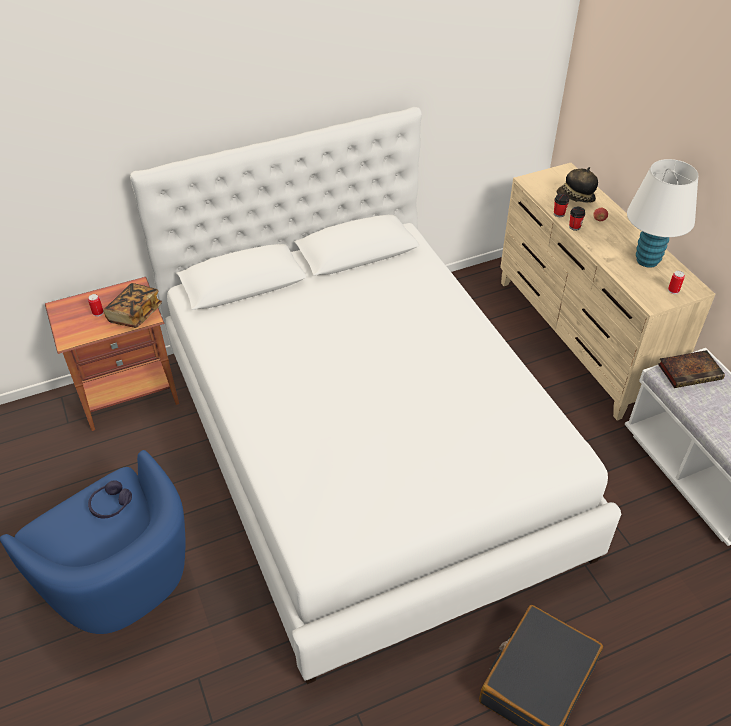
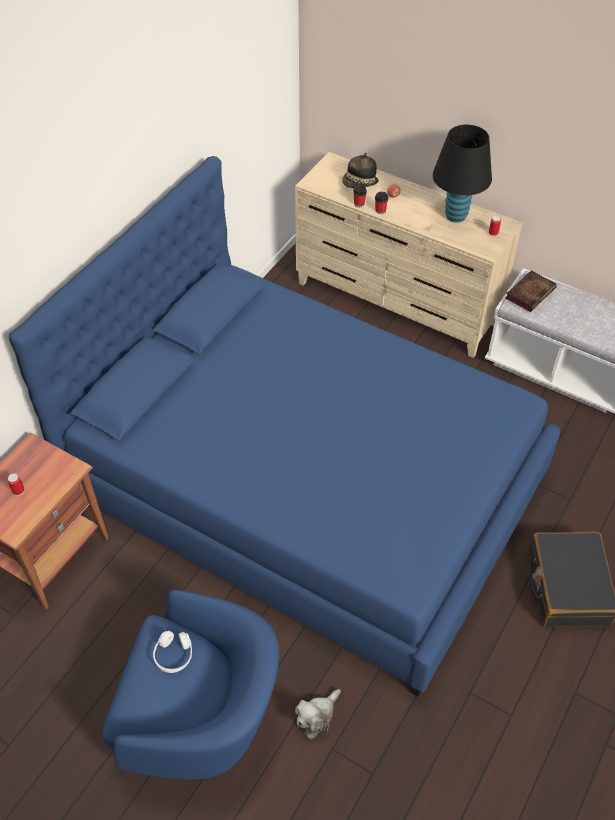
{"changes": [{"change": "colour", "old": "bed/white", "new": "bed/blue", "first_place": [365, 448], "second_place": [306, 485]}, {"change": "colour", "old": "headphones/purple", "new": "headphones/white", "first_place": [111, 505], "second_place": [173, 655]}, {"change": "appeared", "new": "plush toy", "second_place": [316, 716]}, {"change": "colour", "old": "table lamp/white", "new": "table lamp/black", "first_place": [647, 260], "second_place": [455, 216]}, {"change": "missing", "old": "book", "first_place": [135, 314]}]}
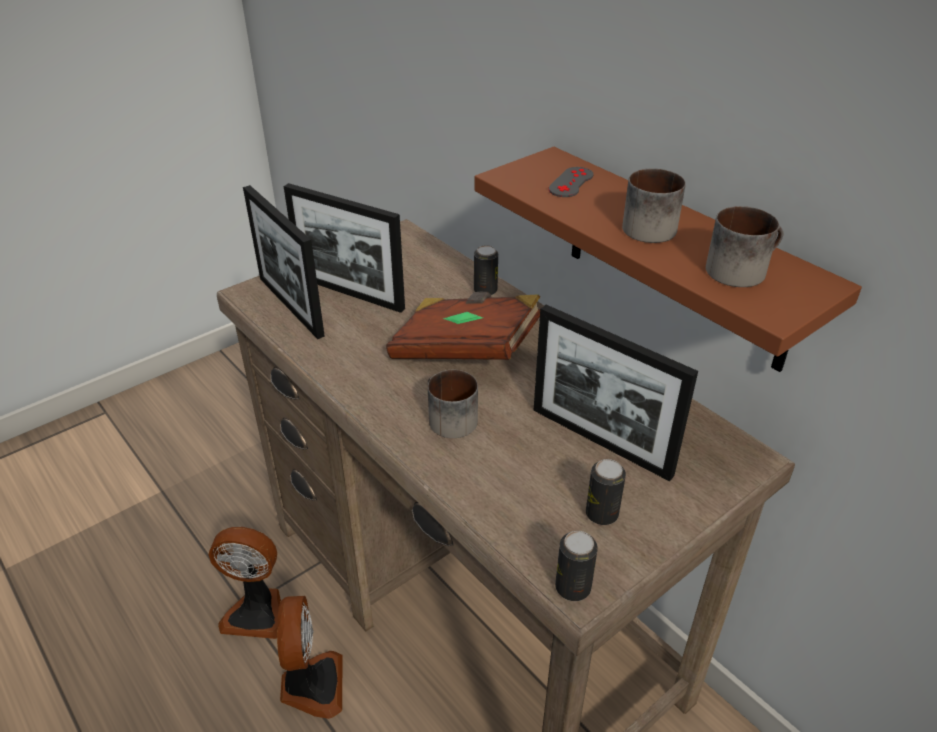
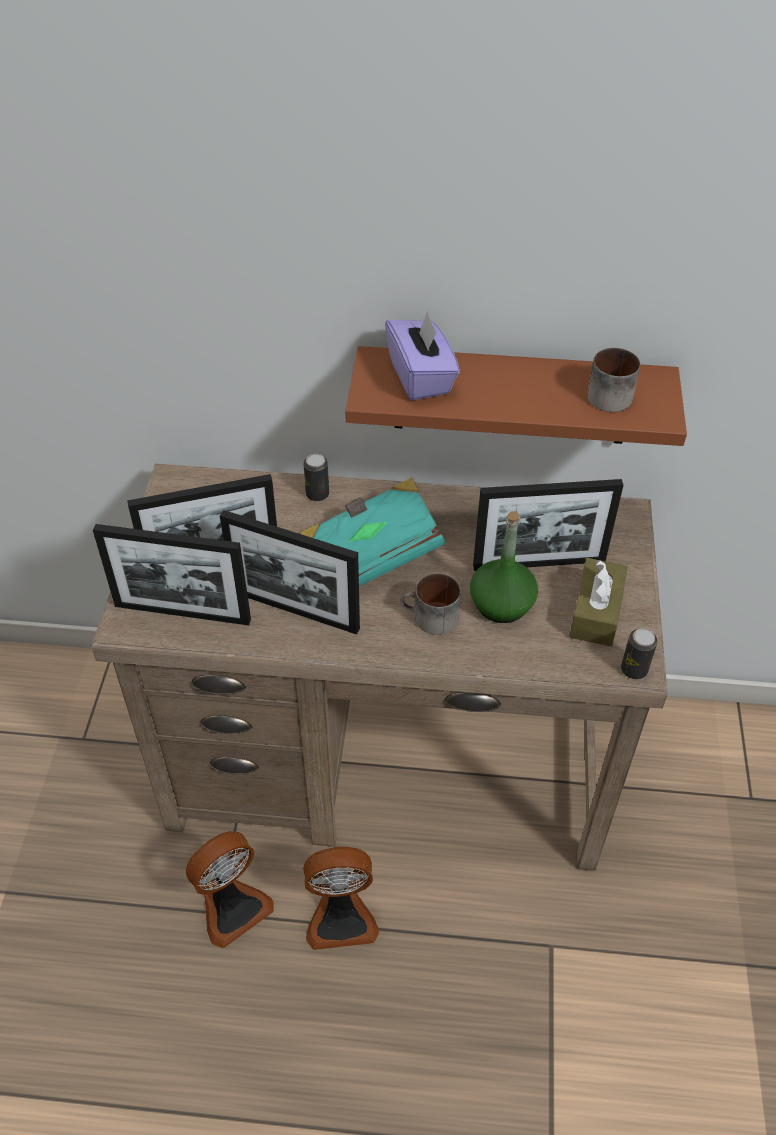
{"changes": [{"change": "appeared", "new": "picture frame", "second_place": [295, 610]}, {"change": "colour", "old": "book/brown", "new": "book/turquoise", "first_place": [465, 350], "second_place": [371, 556]}, {"change": "spun", "old": "fan", "first_place": [311, 685], "second_place": [341, 917], "degrees": 135}, {"change": "exchanged", "old": "game controller/grey", "new": "tissue box/purple", "first_place": [571, 182], "second_place": [421, 377]}, {"change": "appeared", "new": "bottle/green", "second_place": [501, 604]}, {"change": "exchanged", "old": "can", "new": "tissue box/brown", "first_place": [601, 514], "second_place": [596, 612]}, {"change": "missing", "old": "mug", "first_place": [651, 226]}]}
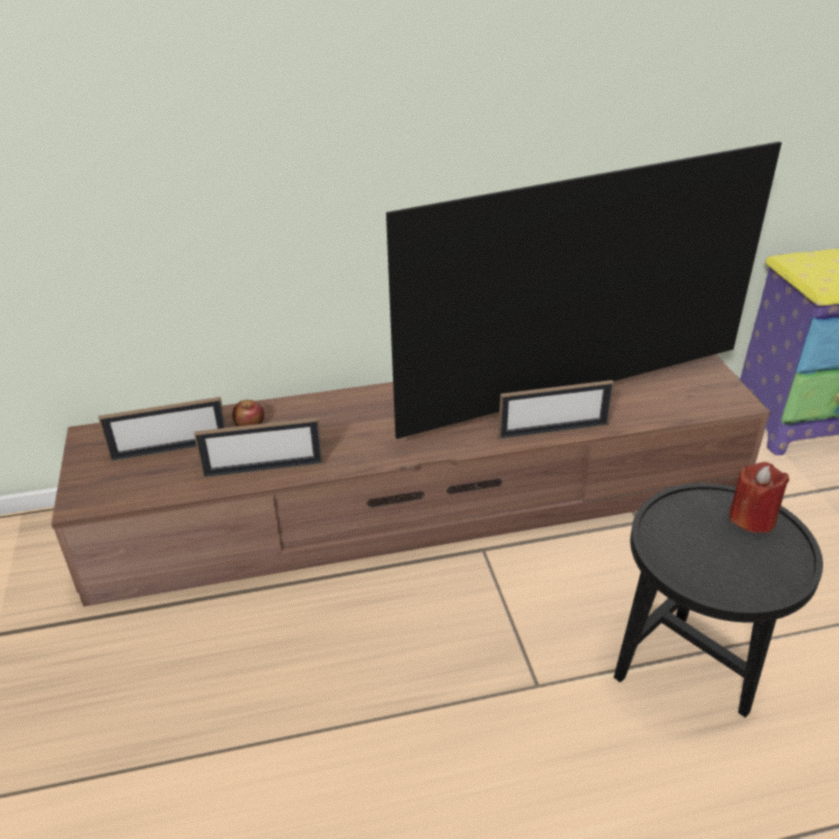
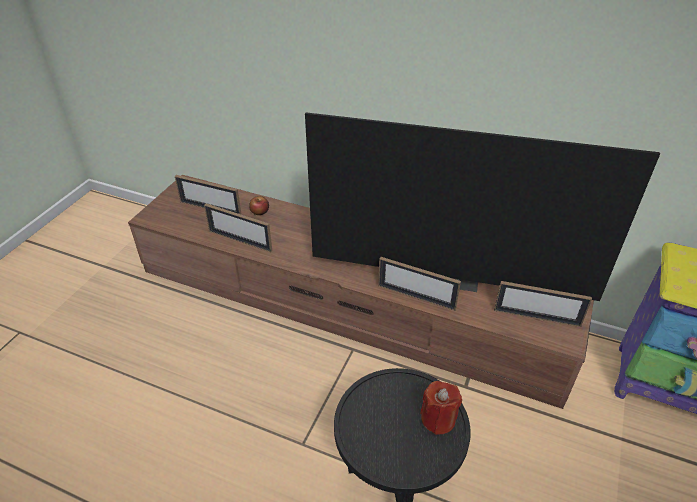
{"changes": [{"change": "appeared", "new": "picture frame", "second_place": [536, 317]}]}
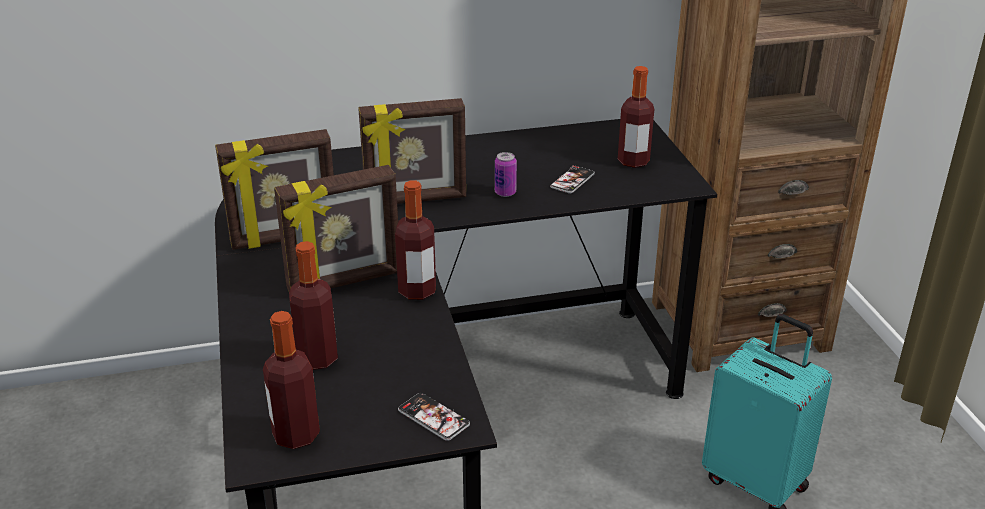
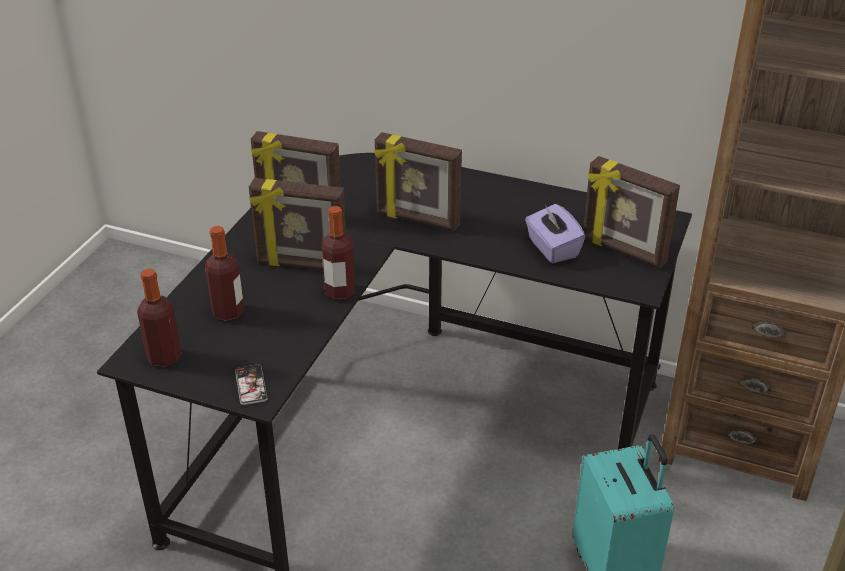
{"changes": [{"change": "exchanged", "old": "phone", "new": "tissue box/purple", "first_place": [572, 180], "second_place": [552, 248]}, {"change": "exchanged", "old": "bottle", "new": "picture frame", "first_place": [633, 161], "second_place": [623, 250]}, {"change": "missing", "old": "can", "first_place": [505, 193]}]}
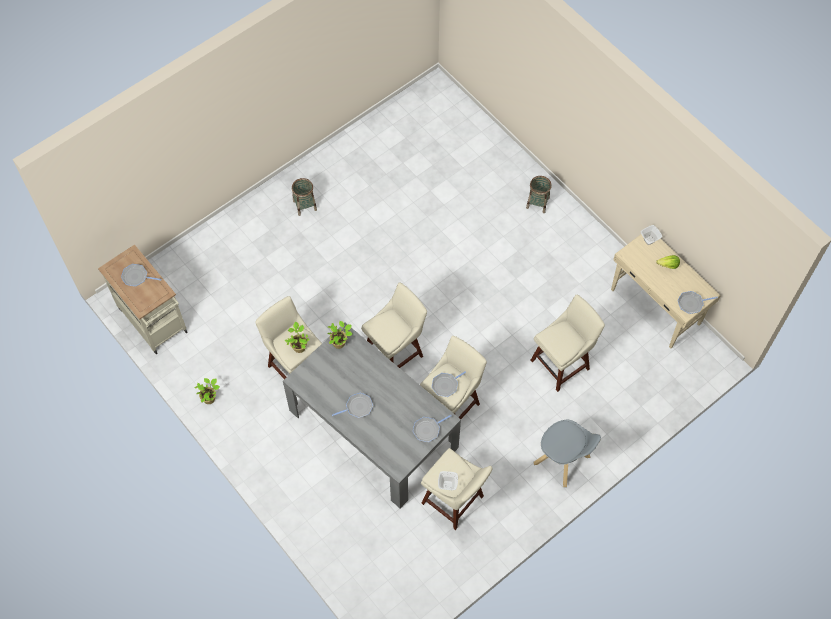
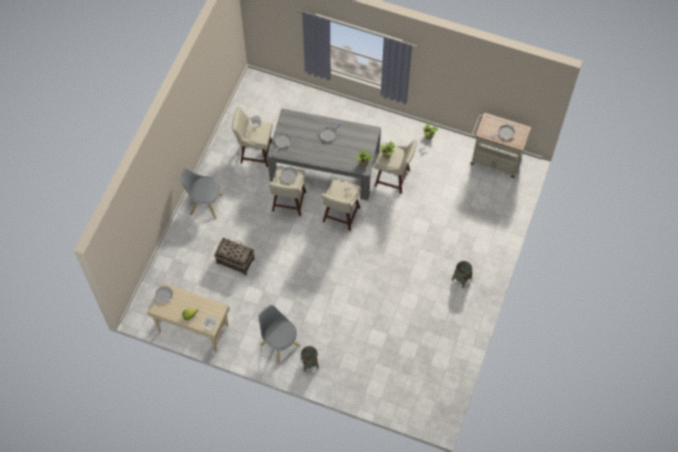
{"changes": [{"change": "exchanged", "old": "stool/beige", "new": "basket", "first_place": [562, 363], "second_place": [235, 261]}, {"change": "appeared", "new": "chair/grey", "second_place": [279, 344]}]}
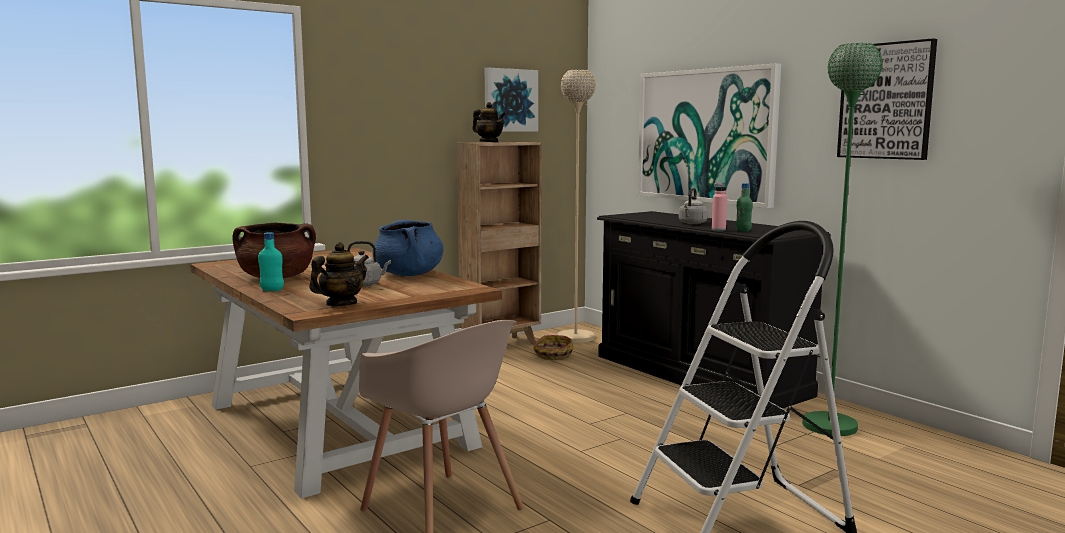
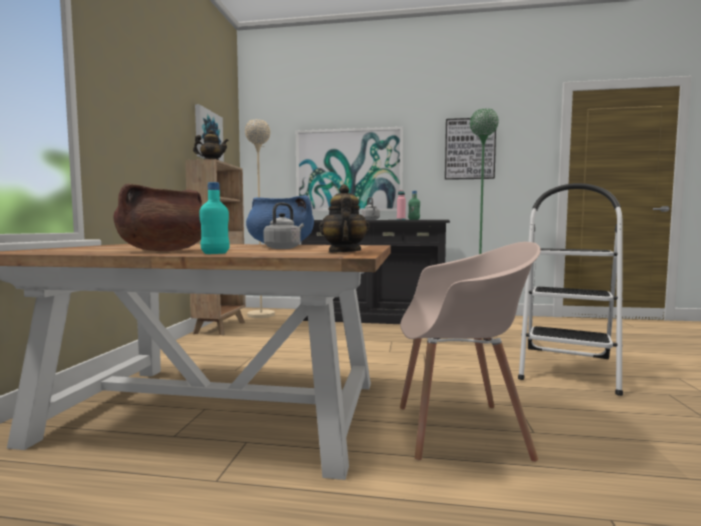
{"changes": [{"change": "missing", "old": "basket", "first_place": [553, 355]}]}
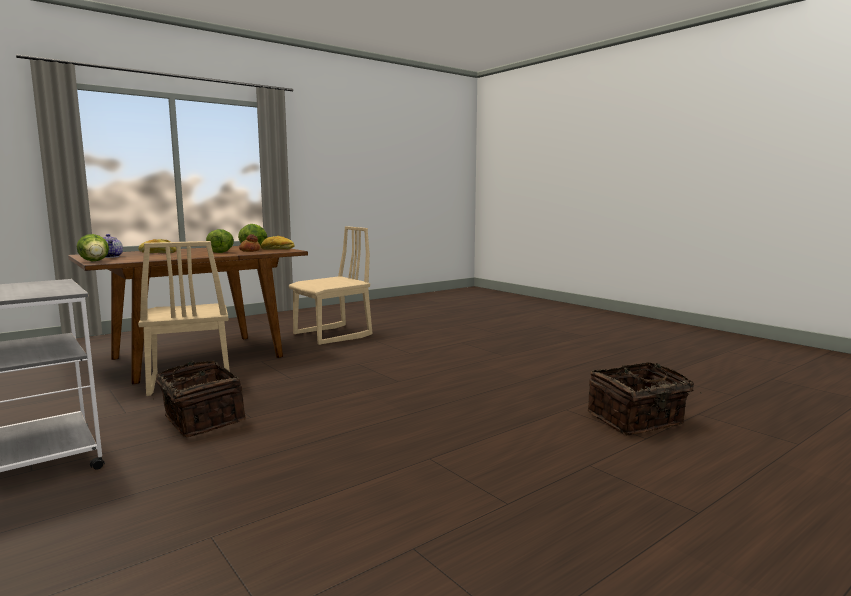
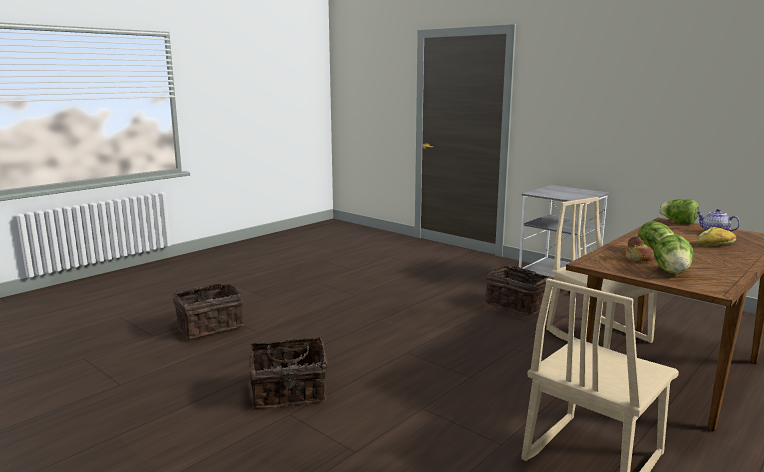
{"changes": [{"change": "appeared", "new": "basket", "second_place": [289, 393]}, {"change": "missing", "old": "bread", "first_place": [277, 249]}]}
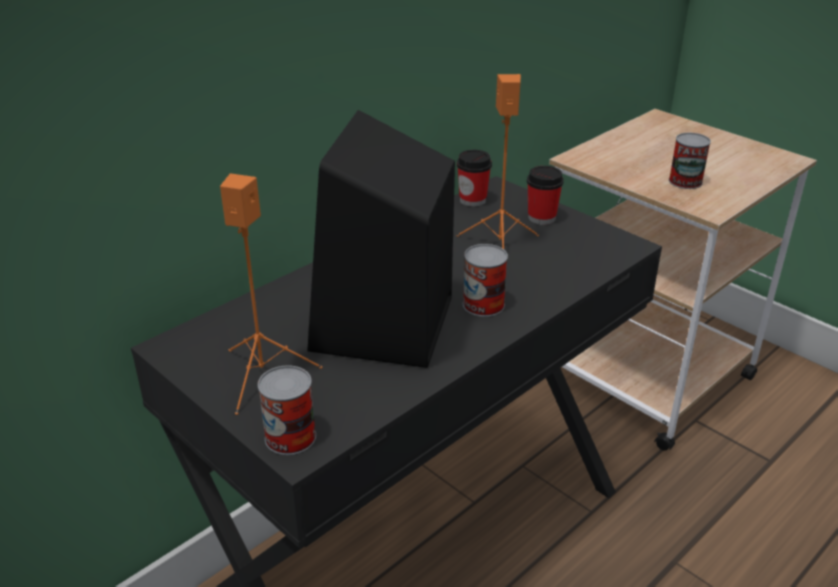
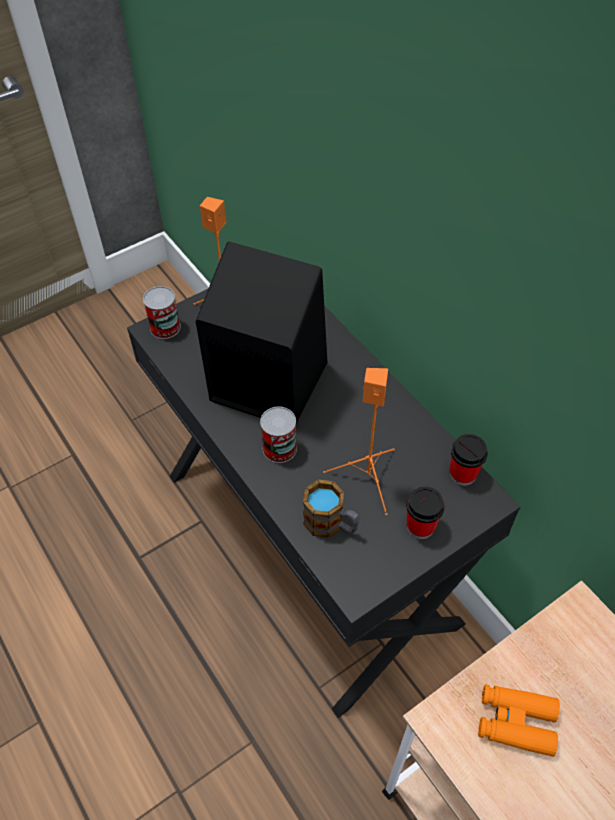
{"changes": [{"change": "appeared", "new": "mug", "second_place": [331, 524]}, {"change": "exchanged", "old": "can", "new": "binoculars/orange", "first_place": [685, 181], "second_place": [515, 721]}]}
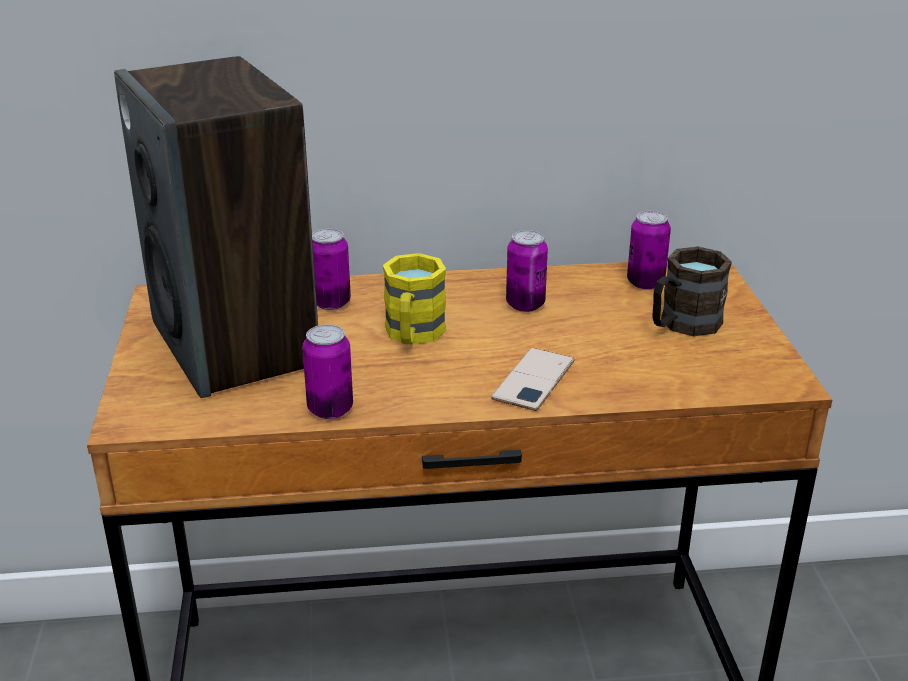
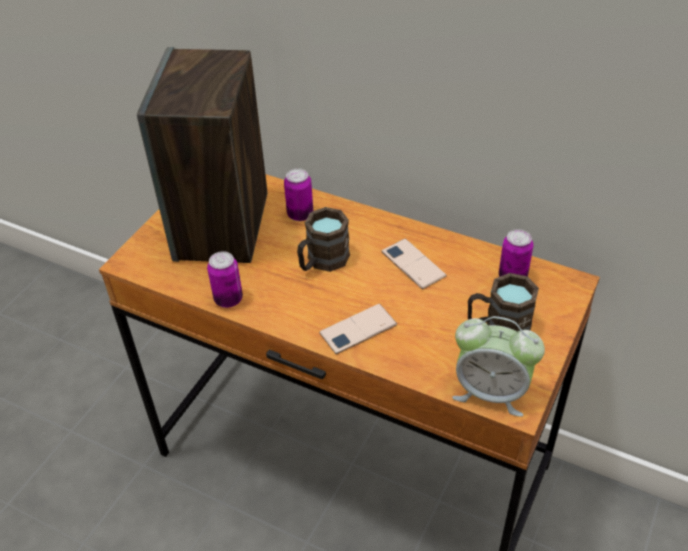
{"changes": [{"change": "colour", "old": "mug/yellow", "new": "mug/brown", "first_place": [413, 335], "second_place": [322, 261]}, {"change": "exchanged", "old": "can", "new": "phone", "first_place": [525, 304], "second_place": [413, 264]}, {"change": "appeared", "new": "alarm clock", "second_place": [491, 392]}]}
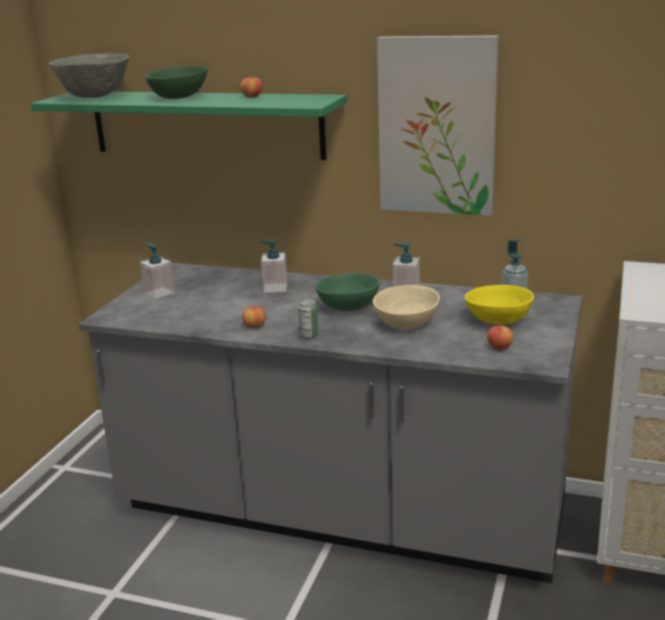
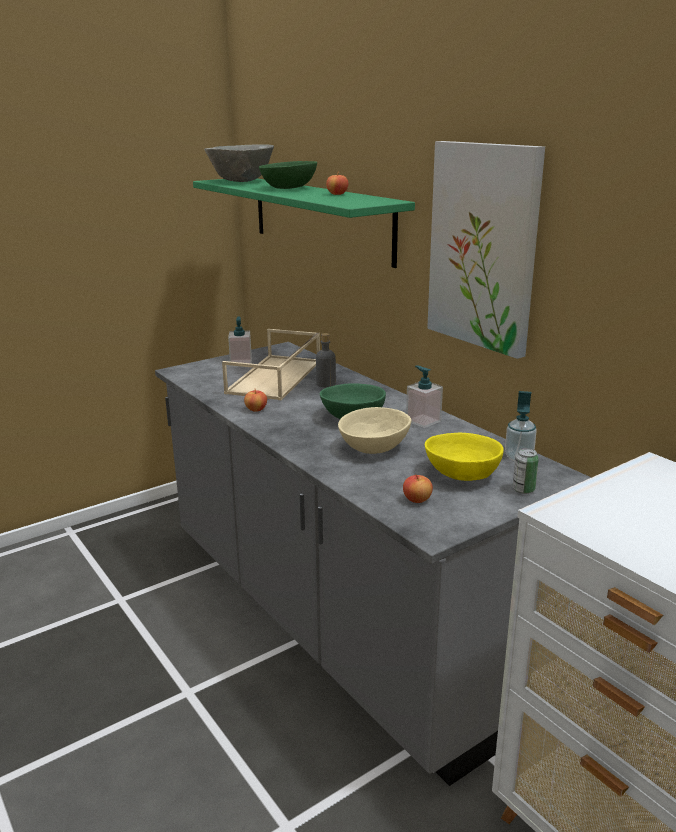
{"changes": [{"change": "appeared", "new": "tray/beige", "second_place": [275, 377]}, {"change": "exchanged", "old": "soap dispenser", "new": "bottle/grey", "first_place": [275, 288], "second_place": [326, 384]}, {"change": "relocated", "old": "can", "first_place": [309, 335], "second_place": [523, 489]}]}
